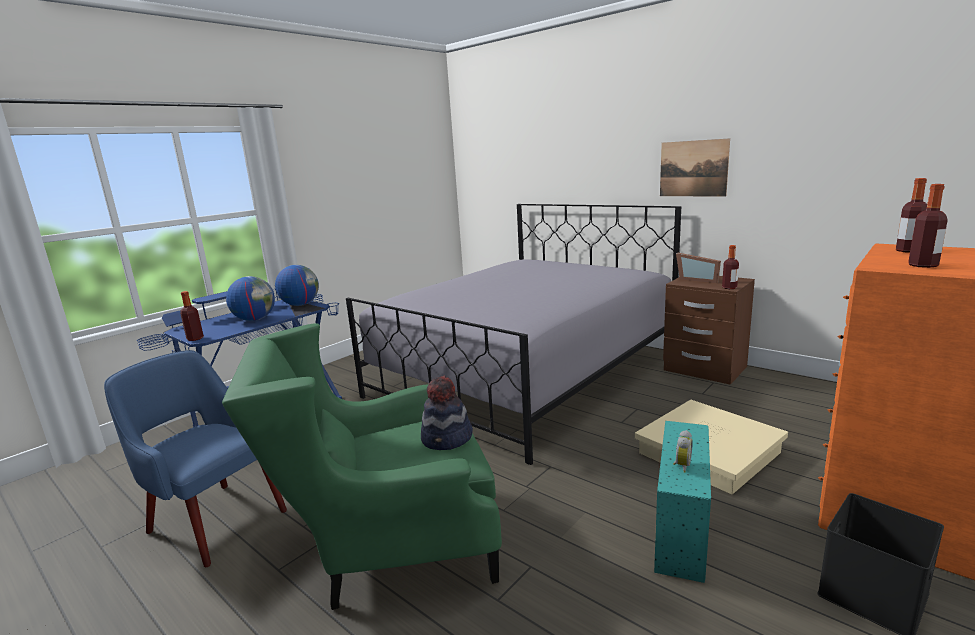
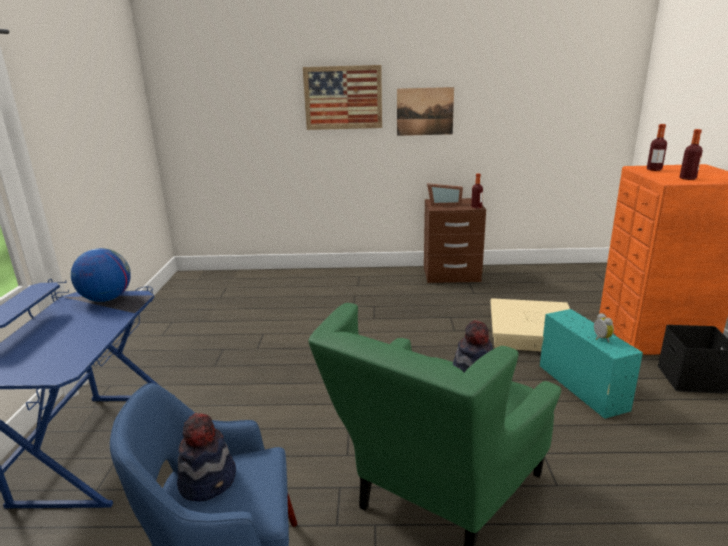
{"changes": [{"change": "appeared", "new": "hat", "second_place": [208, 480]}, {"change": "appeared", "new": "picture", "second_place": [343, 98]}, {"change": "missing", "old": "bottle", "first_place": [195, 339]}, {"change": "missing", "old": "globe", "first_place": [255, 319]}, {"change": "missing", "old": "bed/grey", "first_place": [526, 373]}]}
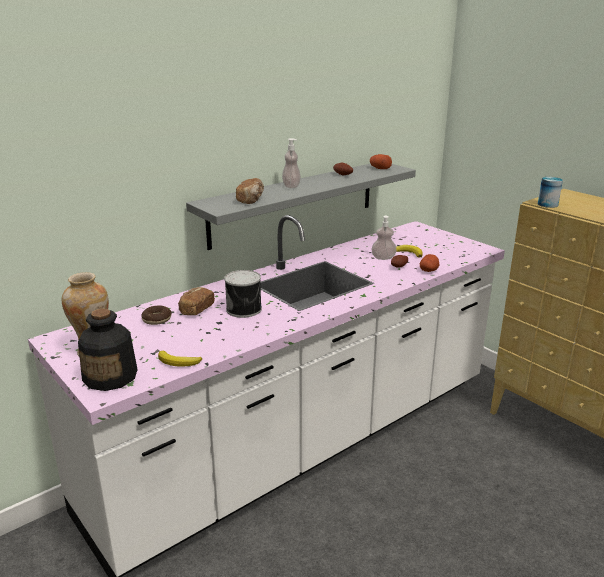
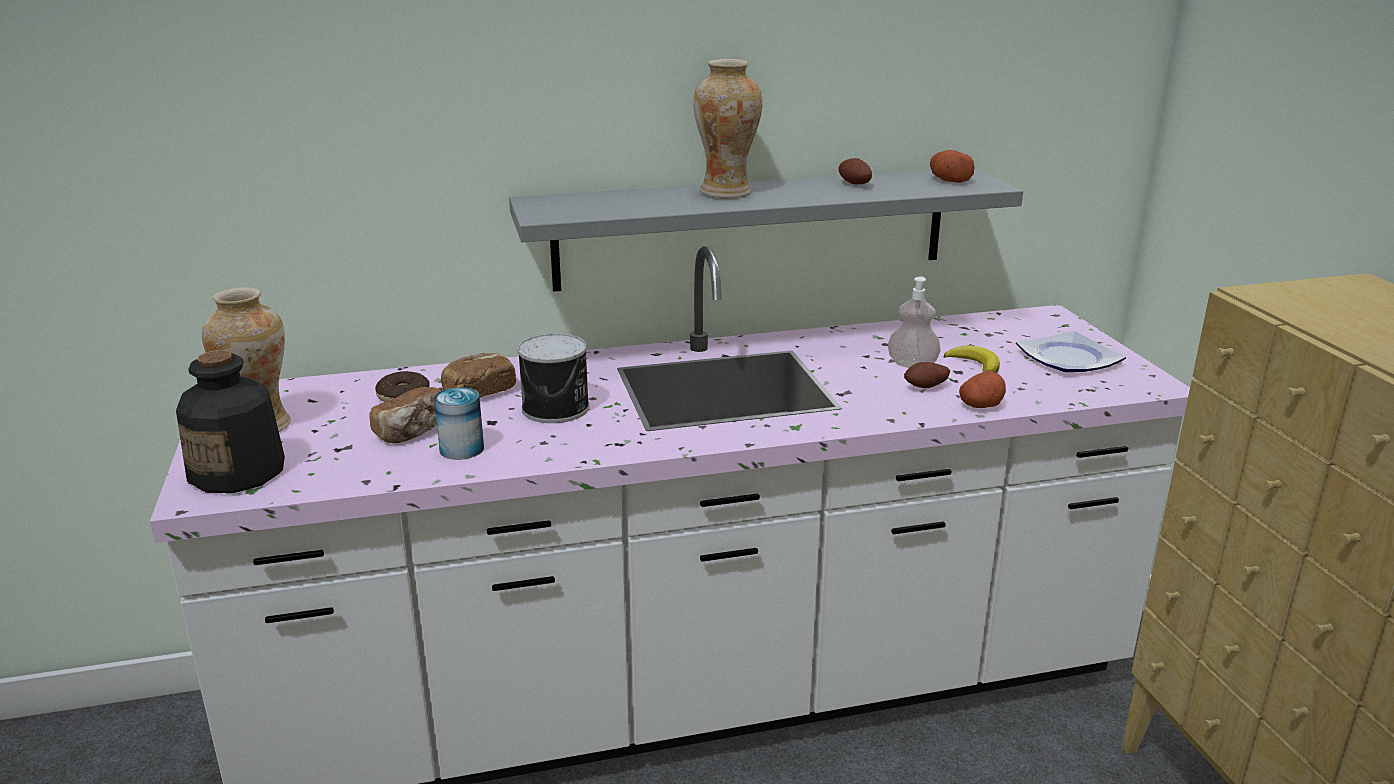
{"changes": [{"change": "relocated", "old": "bread", "first_place": [251, 200], "second_place": [413, 432]}, {"change": "relocated", "old": "can", "first_place": [547, 204], "second_place": [462, 449]}, {"change": "exchanged", "old": "soap dispenser", "new": "vase", "first_place": [291, 186], "second_place": [726, 192]}, {"change": "appeared", "new": "plate", "second_place": [1068, 358]}, {"change": "missing", "old": "banana", "first_place": [178, 362]}]}
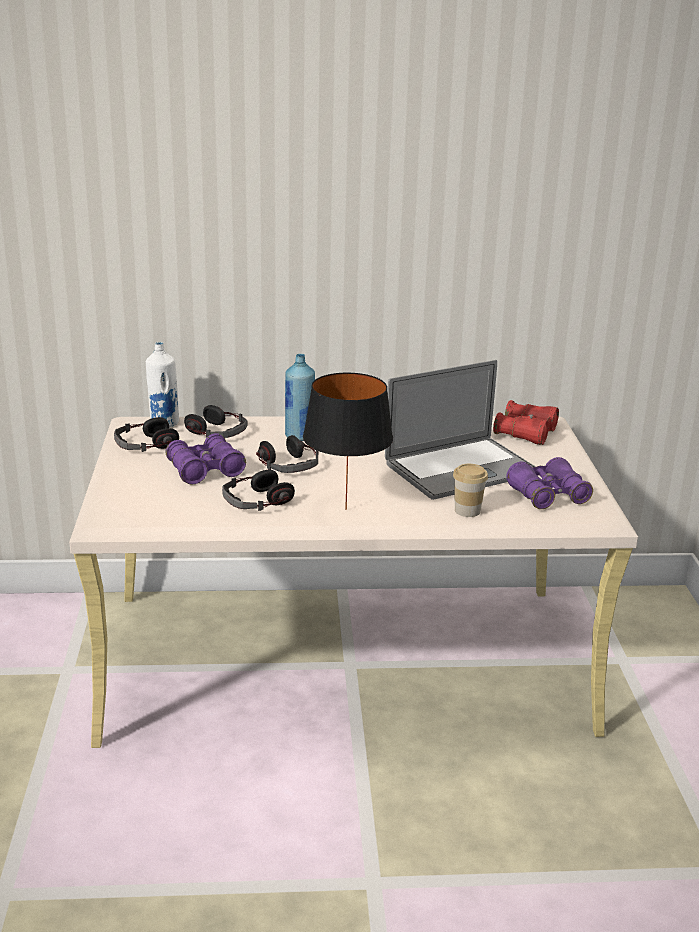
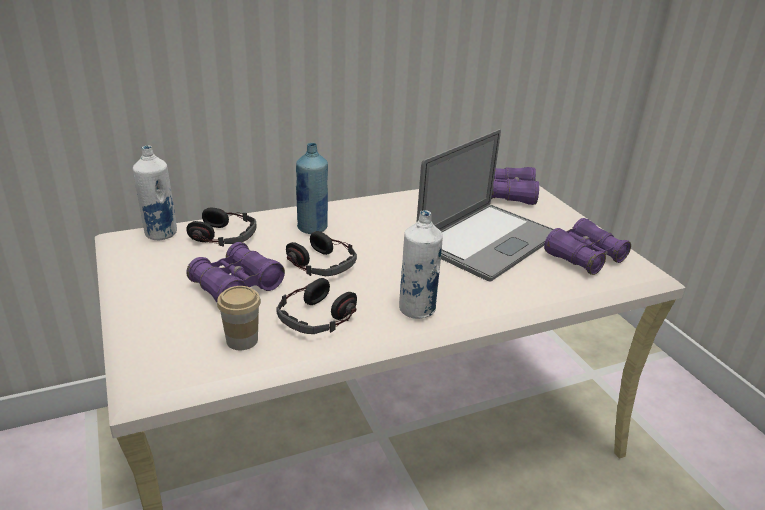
{"changes": [{"change": "relocated", "old": "cup", "first_place": [467, 510], "second_place": [242, 340]}, {"change": "exchanged", "old": "table lamp/black", "new": "bottle/white", "first_place": [347, 509], "second_place": [417, 309]}, {"change": "colour", "old": "binoculars/red", "new": "binoculars/purple", "first_place": [525, 433], "second_place": [511, 194]}, {"change": "missing", "old": "headphones", "first_place": [146, 444]}]}
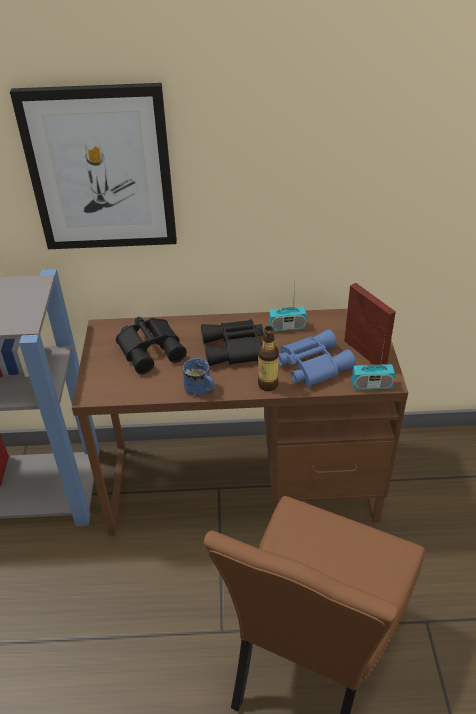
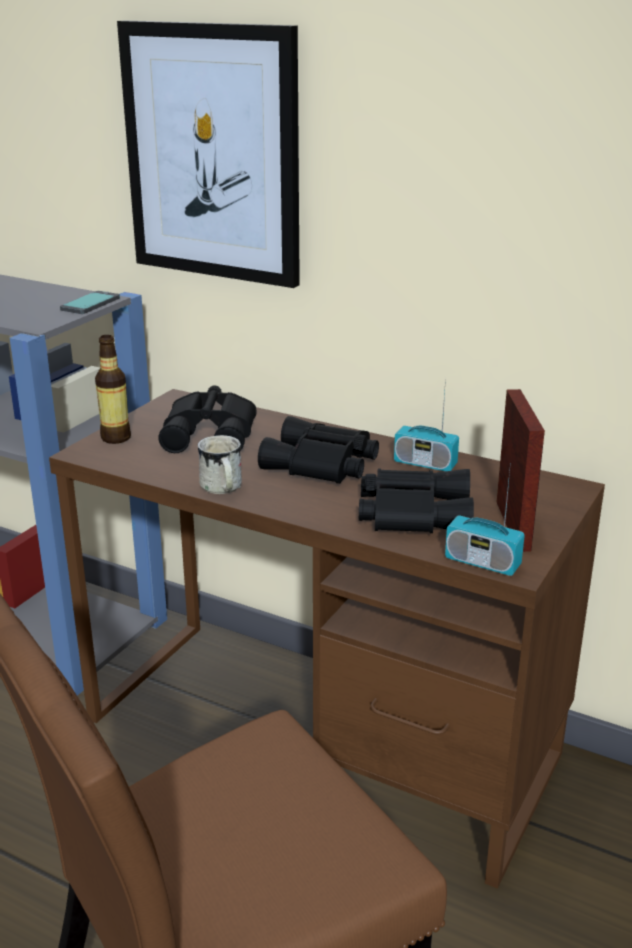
{"changes": [{"change": "appeared", "new": "phone", "second_place": [90, 304]}, {"change": "relocated", "old": "bottle", "first_place": [268, 384], "second_place": [116, 438]}, {"change": "colour", "old": "mug/blue", "new": "mug/white", "first_place": [200, 390], "second_place": [222, 489]}, {"change": "colour", "old": "binoculars/blue", "new": "binoculars/black", "first_place": [311, 364], "second_place": [412, 512]}]}
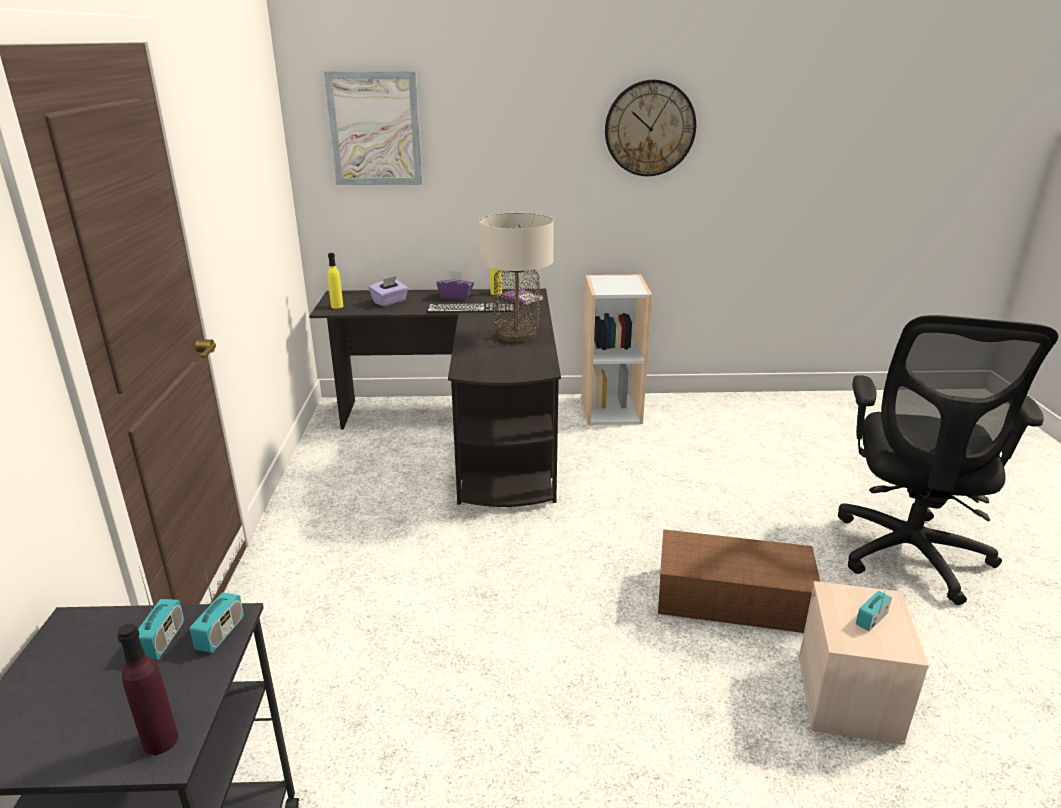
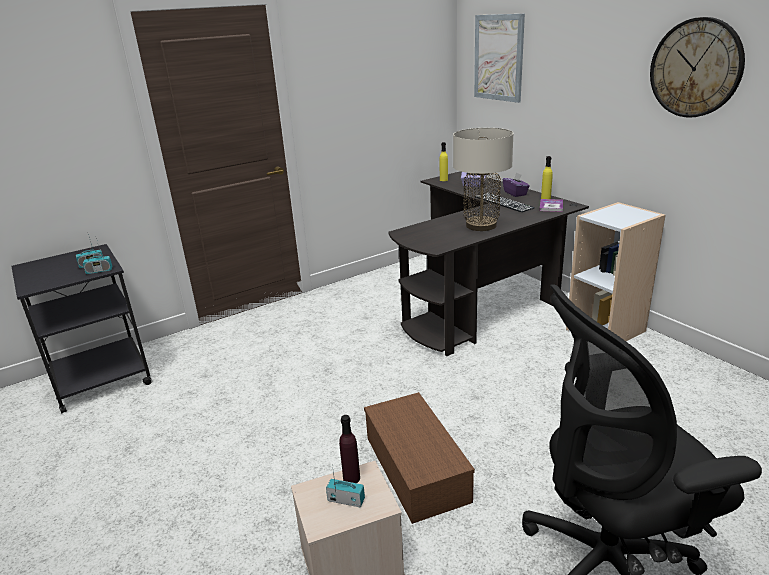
{"changes": [{"change": "relocated", "old": "bottle/purple", "first_place": [160, 741], "second_place": [351, 478]}]}
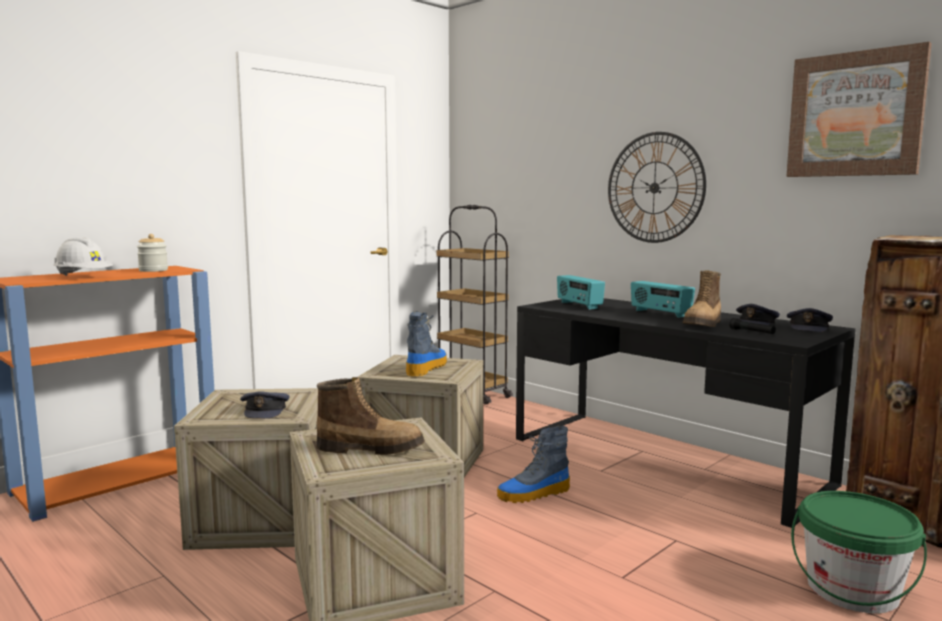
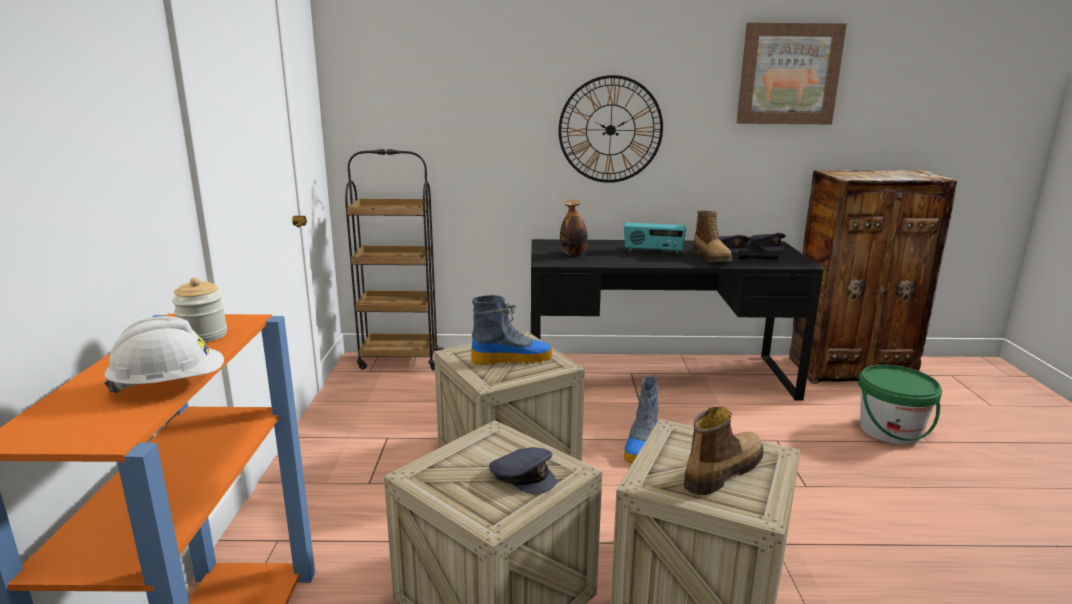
{"changes": [{"change": "spun", "old": "boot", "first_place": [426, 368], "second_place": [512, 359], "degrees": 105}, {"change": "exchanged", "old": "radio", "new": "bottle", "first_place": [578, 305], "second_place": [573, 254]}]}
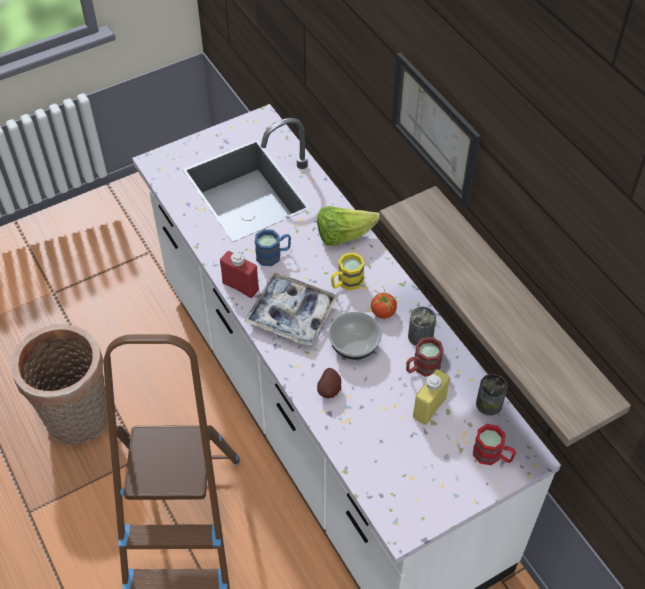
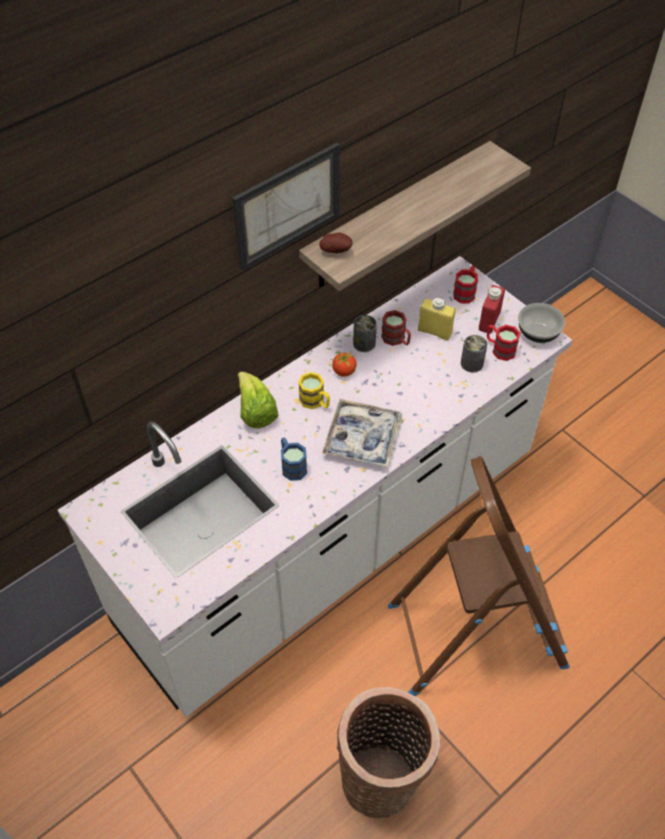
{"changes": [{"change": "relocated", "old": "potato", "first_place": [330, 390], "second_place": [336, 250]}, {"change": "relocated", "old": "can", "first_place": [489, 404], "second_place": [471, 363]}, {"change": "relocated", "old": "bottle/red", "first_place": [240, 286], "second_place": [489, 321]}, {"change": "appeared", "new": "mug/red", "second_place": [499, 349]}, {"change": "relocated", "old": "bowl", "first_place": [355, 346], "second_place": [538, 332]}]}
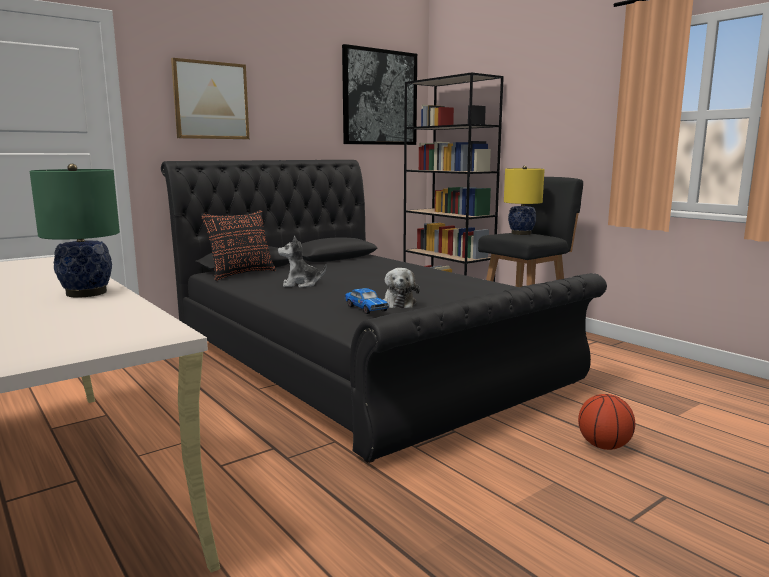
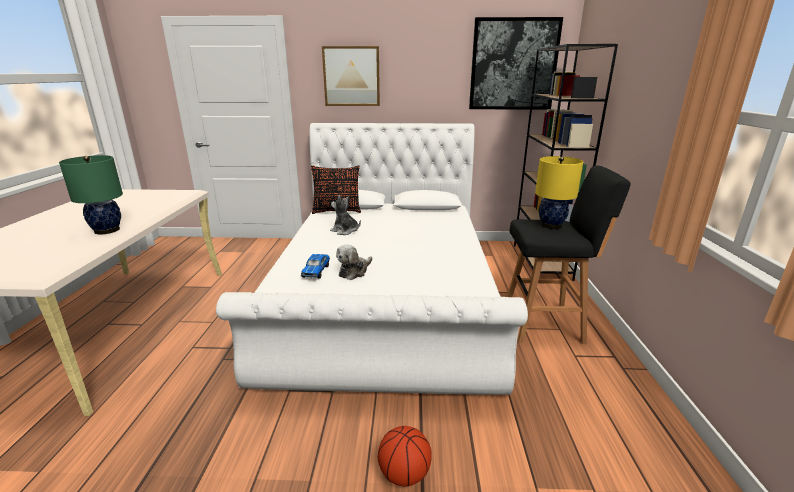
{"changes": [{"change": "colour", "old": "bed/black", "new": "bed/white", "first_place": [360, 359], "second_place": [385, 296]}]}
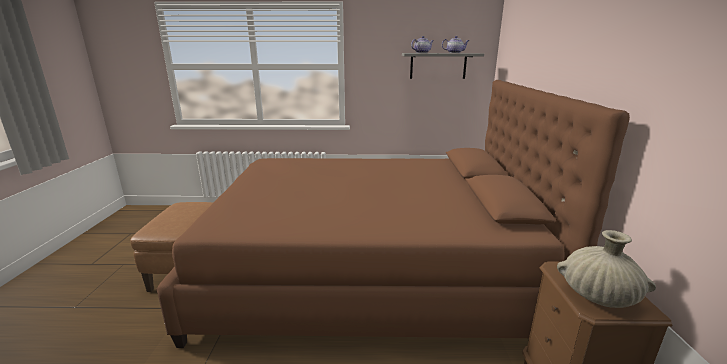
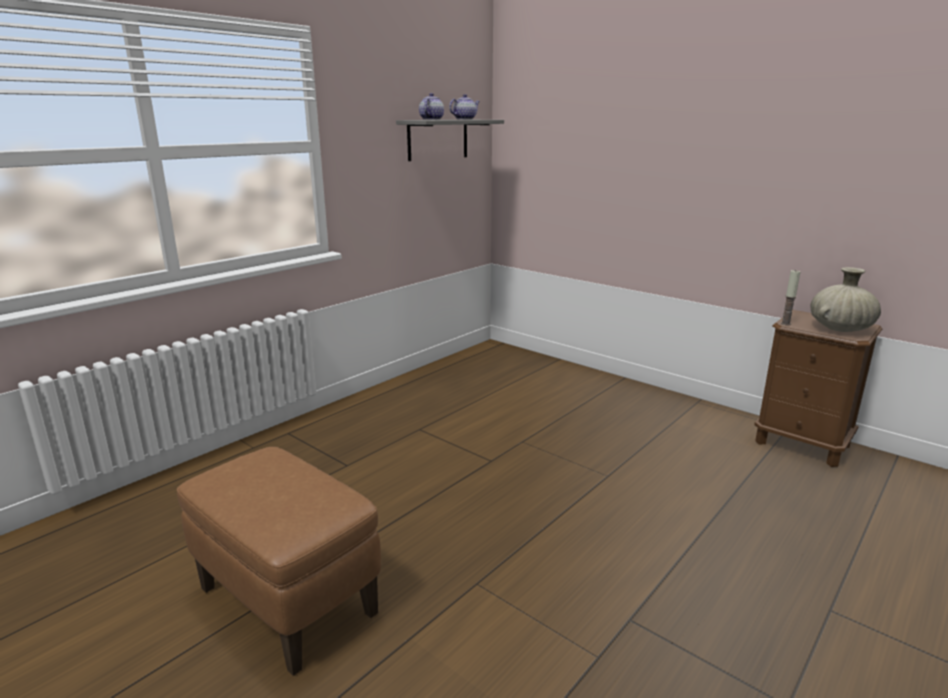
{"changes": [{"change": "appeared", "new": "candle", "second_place": [785, 323]}, {"change": "missing", "old": "bed/brown", "first_place": [370, 271]}]}
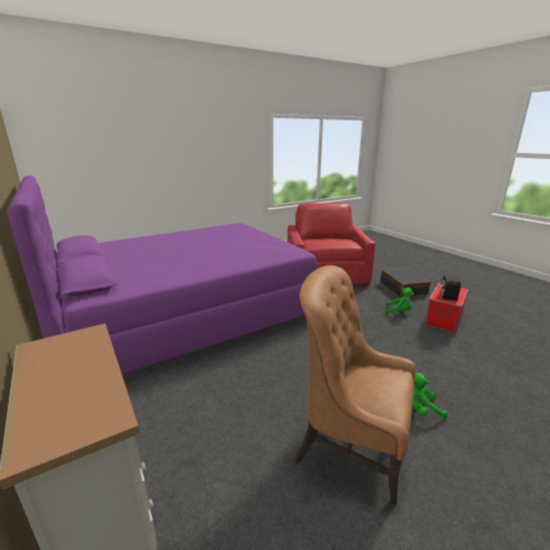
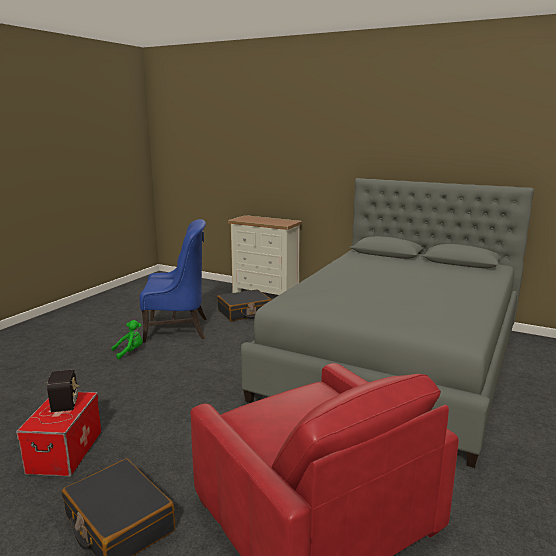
{"changes": [{"change": "colour", "old": "chair/brown", "new": "chair/blue", "first_place": [350, 443], "second_place": [177, 329]}, {"change": "appeared", "new": "suitcase/black", "second_place": [244, 312]}, {"change": "colour", "old": "bed/purple", "new": "bed/grey", "first_place": [187, 315], "second_place": [396, 362]}, {"change": "missing", "old": "plush toy/green", "first_place": [399, 312]}]}
